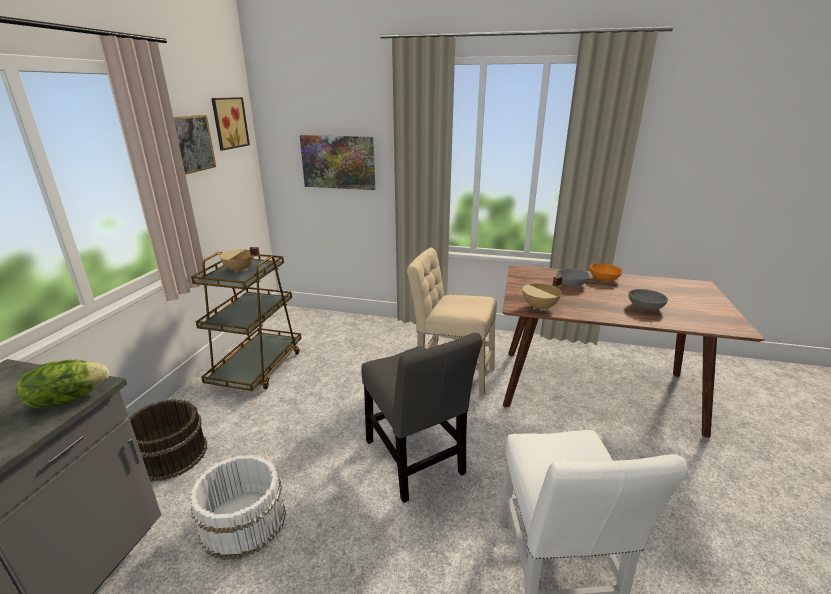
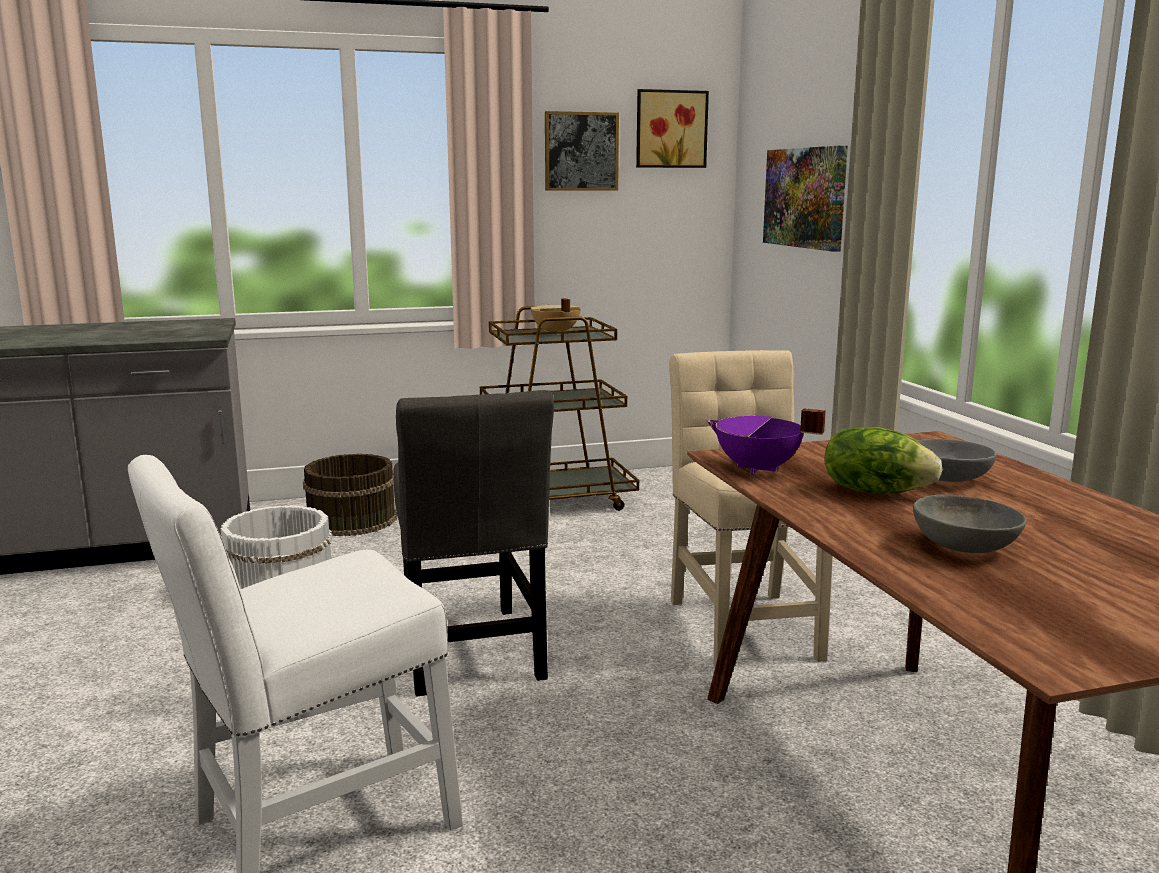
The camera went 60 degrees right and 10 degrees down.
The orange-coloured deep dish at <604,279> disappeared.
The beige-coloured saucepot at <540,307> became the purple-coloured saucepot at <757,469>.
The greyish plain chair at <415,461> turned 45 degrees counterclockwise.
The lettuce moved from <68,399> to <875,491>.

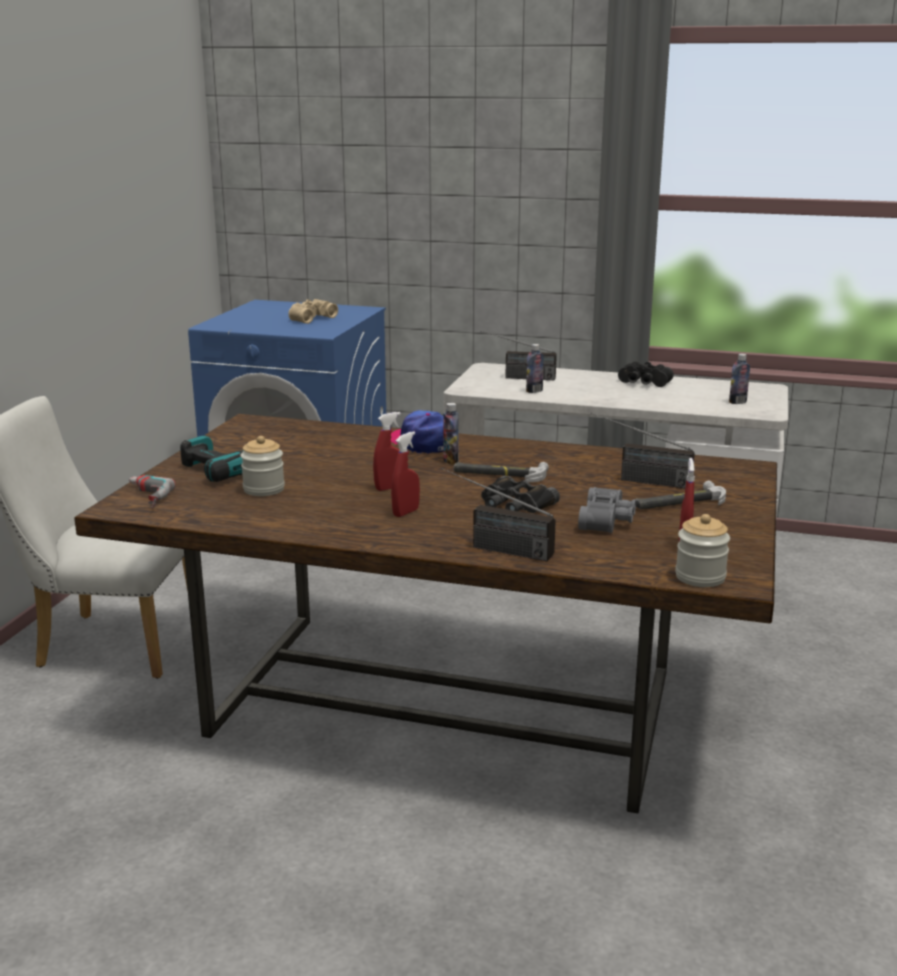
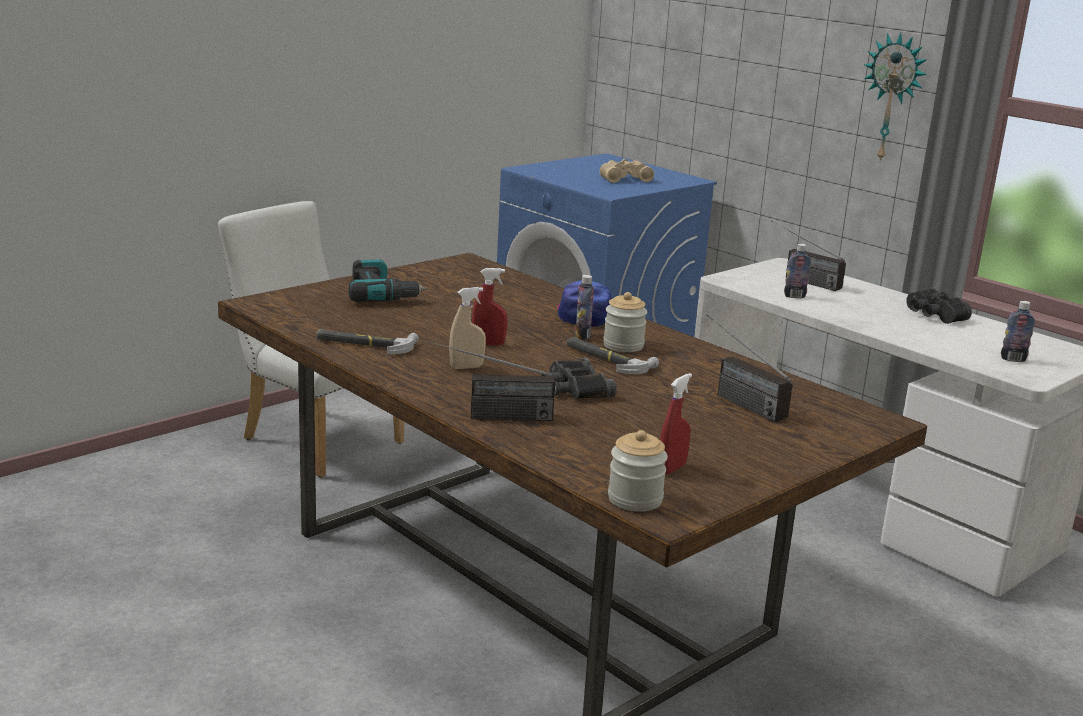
The camera went 30 degrees right and 0 degrees up.
The red-coloured sprayer at <406,512> became the beige-coloured sprayer at <466,367>.
The jar moved from <264,489> to <623,345>.
The radio set at <492,547> turned 60 degrees counterclockwise.
The power drill at <142,498> disappeared.
The tool hammer moved from <679,502> to <365,344>.
The greyish binoculars at <608,521> disappeared.
The clock on the wall at <893,98> appeared.

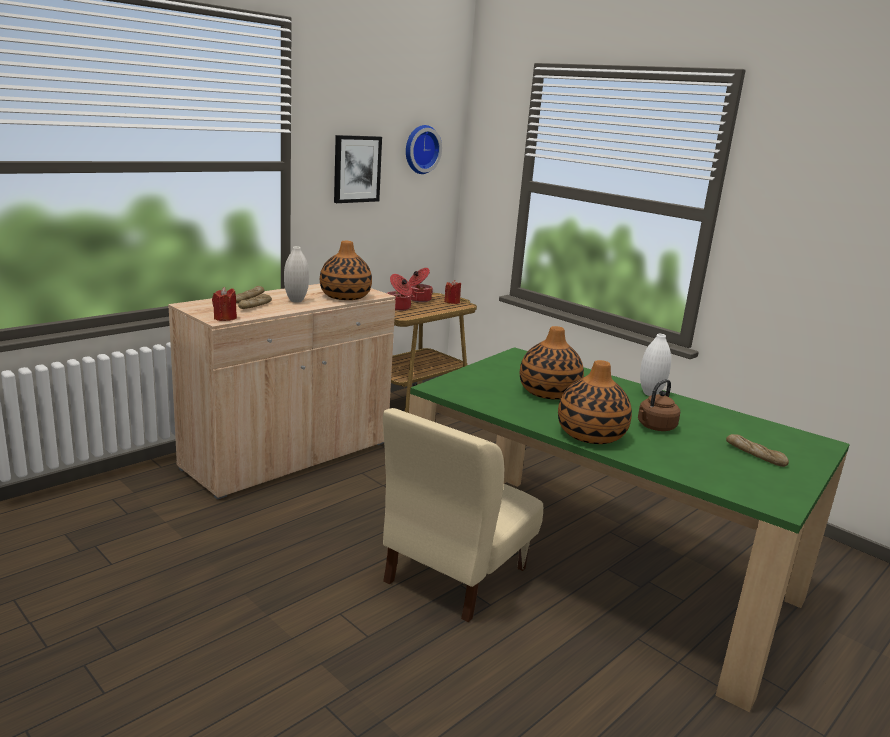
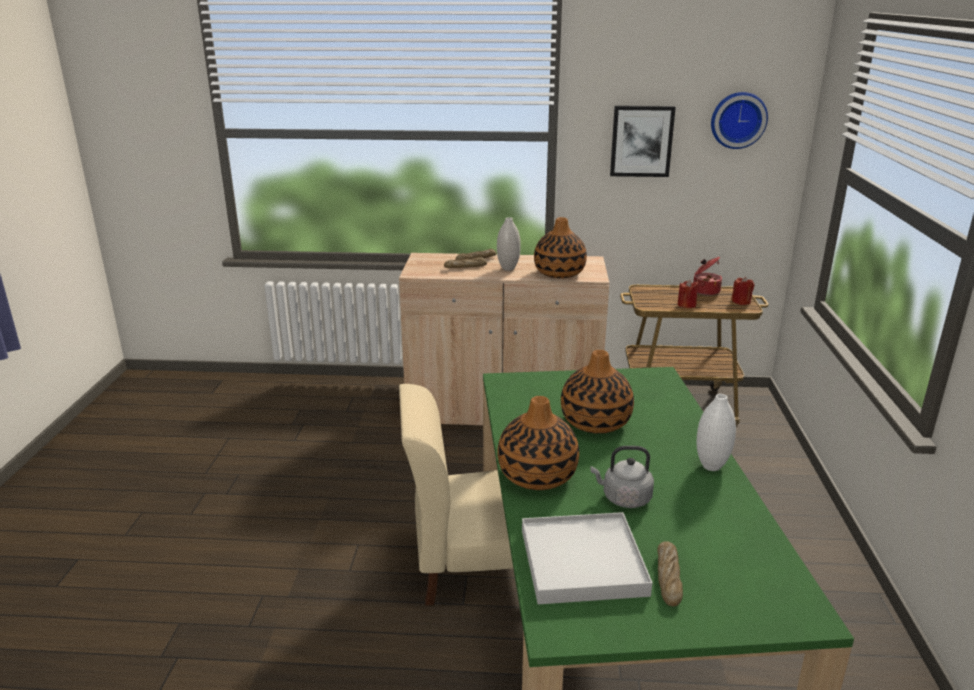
The camera went 50 degrees right and 5 degrees up.
The saucepot at <398,308> disappeared.
The red-coloured candle moved from <225,318> to <686,305>.
The brown-coloured water kettle at <655,427> became the greyish water kettle at <624,498>.
The white carrying tray at <583,562> appeared.

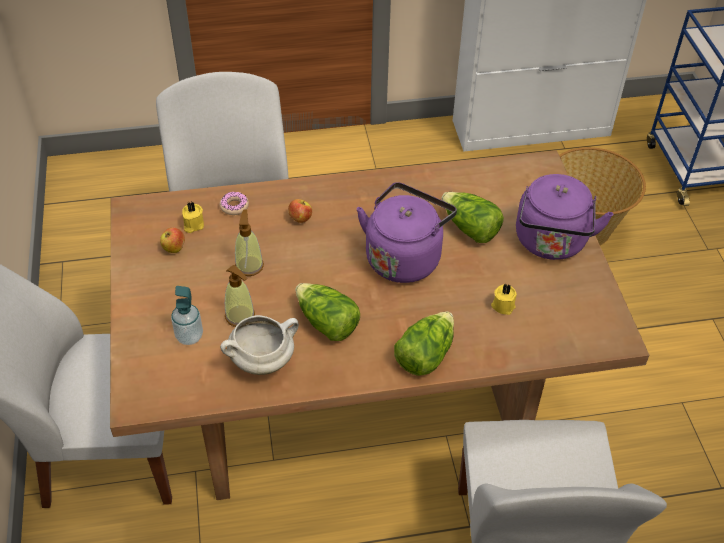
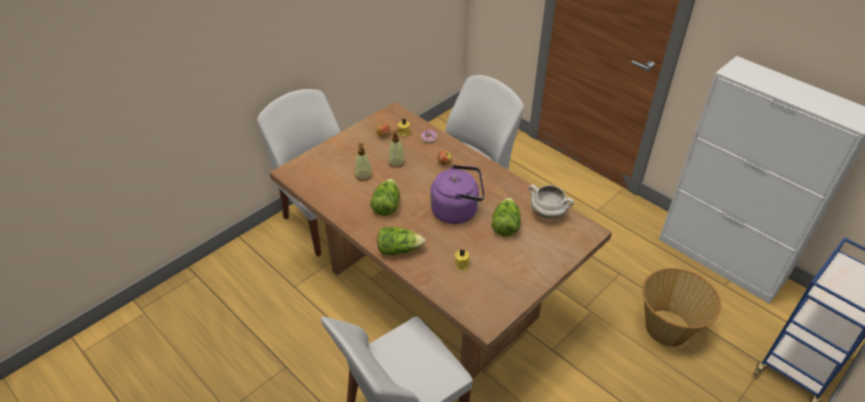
The camera went 55 degrees right and 5 degrees down.
The purple-coloured water kettle at <551,243> disappeared.
The liquid soap bottle at <189,336> disappeared.
The white saucepot moved from <262,360> to <548,212>.

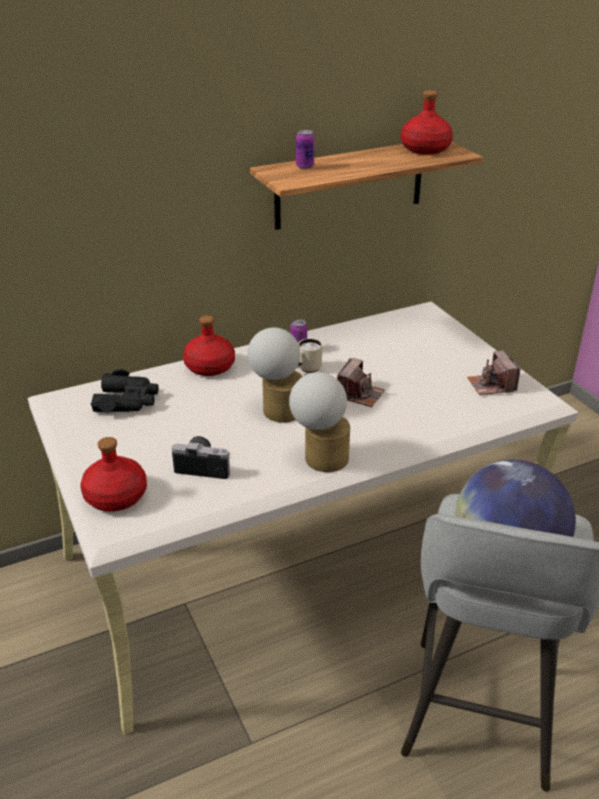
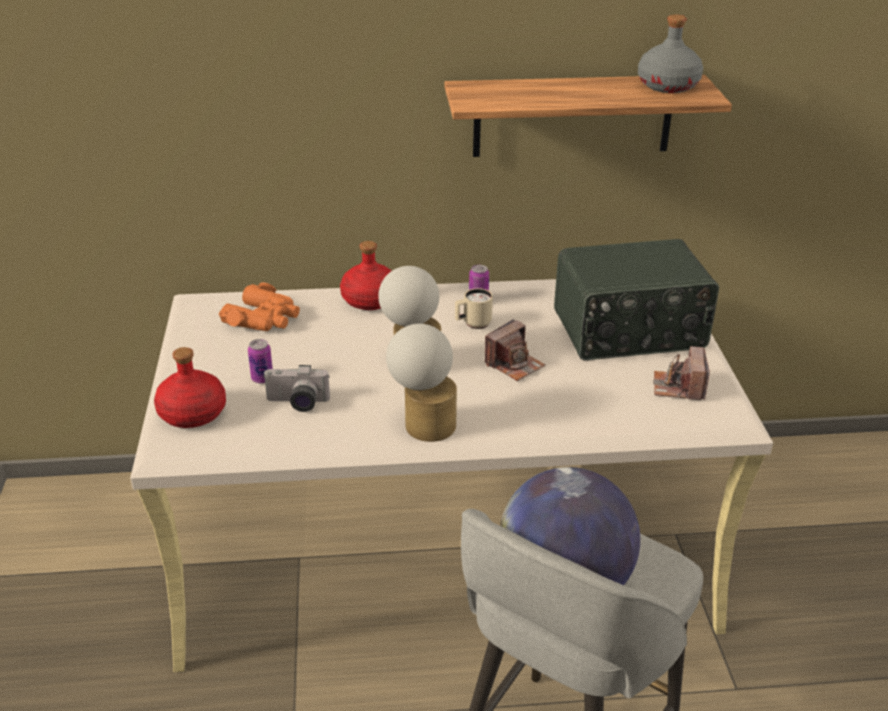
The camera went 20 degrees right and 0 degrees up.
The red-coloured bottle at <425,149> became the greyish bottle at <668,86>.
The metal can moved from <305,166> to <262,378>.
The black binoculars at <127,401> became the orange-coloured binoculars at <263,318>.
The still camera at <204,466> turned 150 degrees clockwise.
The radio set at <629,331> appeared.

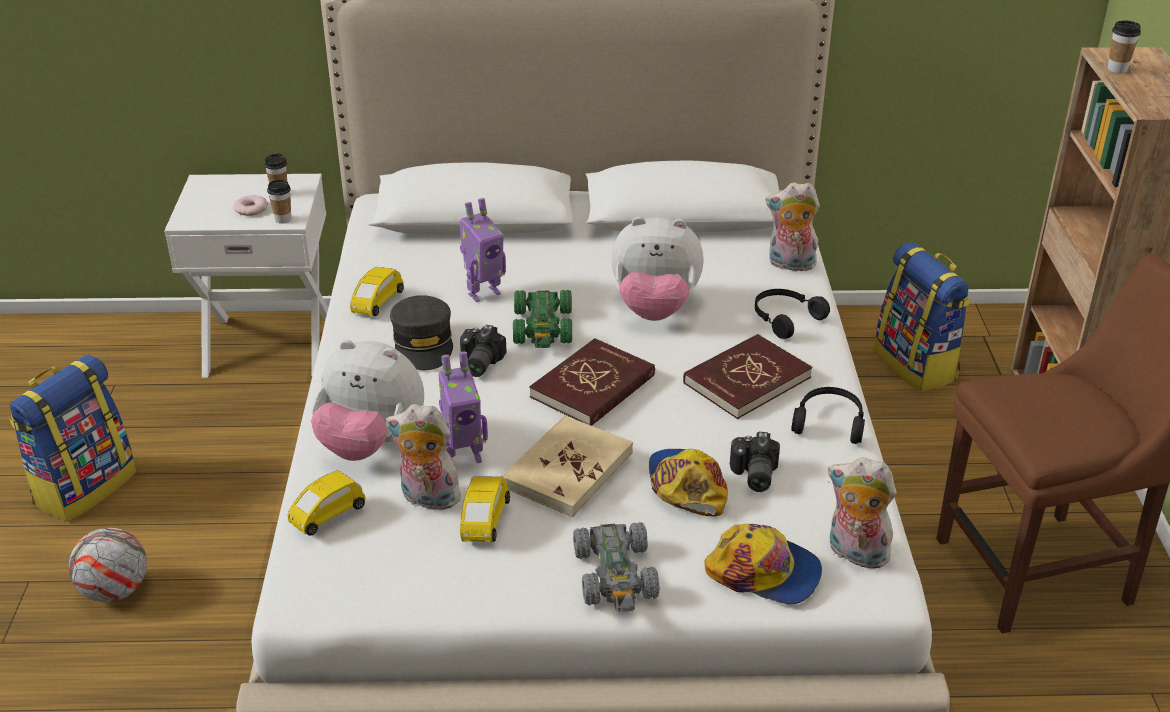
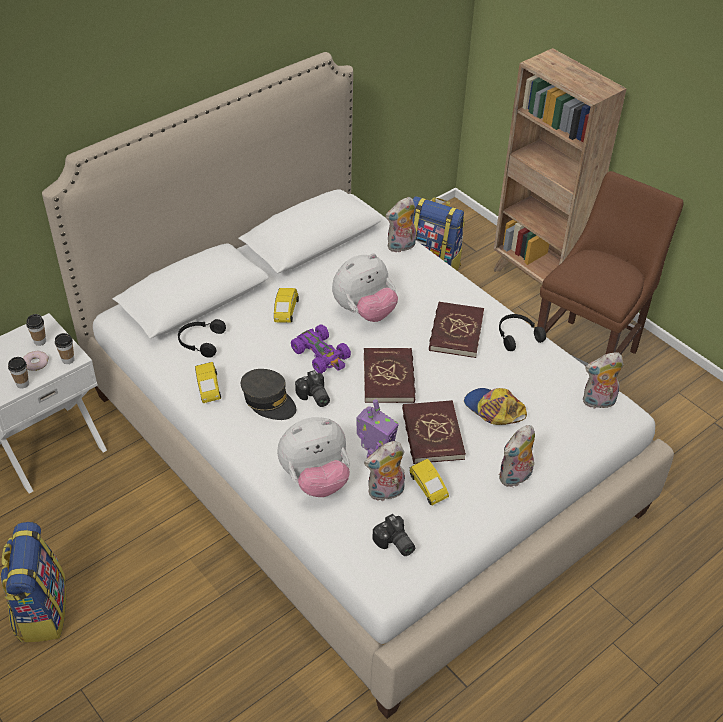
The camera went 40 degrees left and 10 degrees up.
The cup moved from <1117,69> to <22,384>.
The robot figure at <483,293> disappeared.
The black pair of headphones moved from <784,318> to <200,342>.
The green-coloured miniature car at <543,327> became the purple-coloured miniature car at <321,355>.
The beige-coloured book at <567,470> became the red-coloured book at <432,434>.
The still camera moved from <752,475> to <394,544>.
The yellow-coloured miniature car moved from <327,515> to <285,312>.
The greyish miniature car at <616,575> was replaced by the plush toy at <515,478>.
The baseball cap at <764,572> disappeared.
The football at <115,591> disappeared.

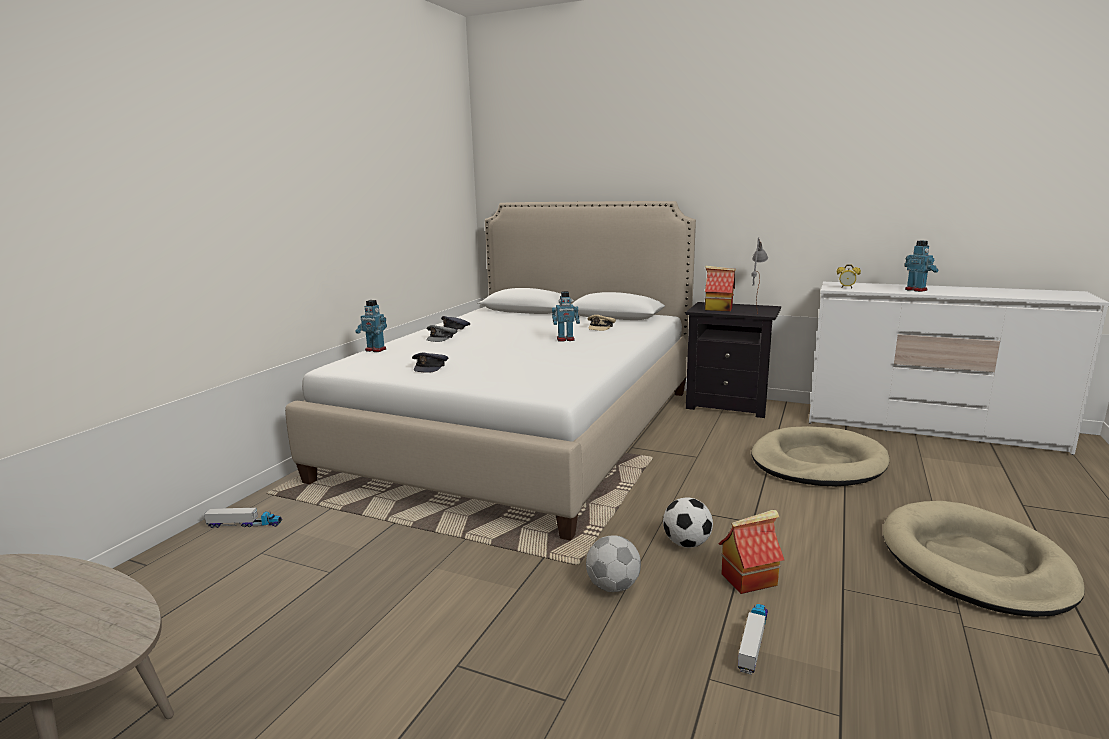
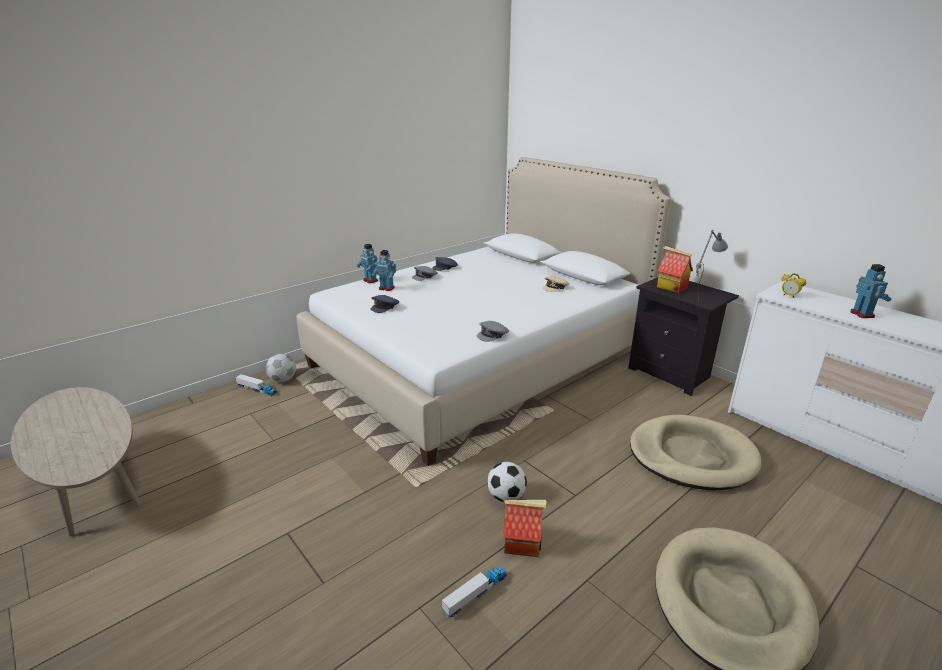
The camera went 25 degrees right and 10 degrees up.
The robot figure moved from <565,339> to <386,288>.
The football moved from <612,586> to <283,379>.
The greyish baseball cap at <493,335> appeared.

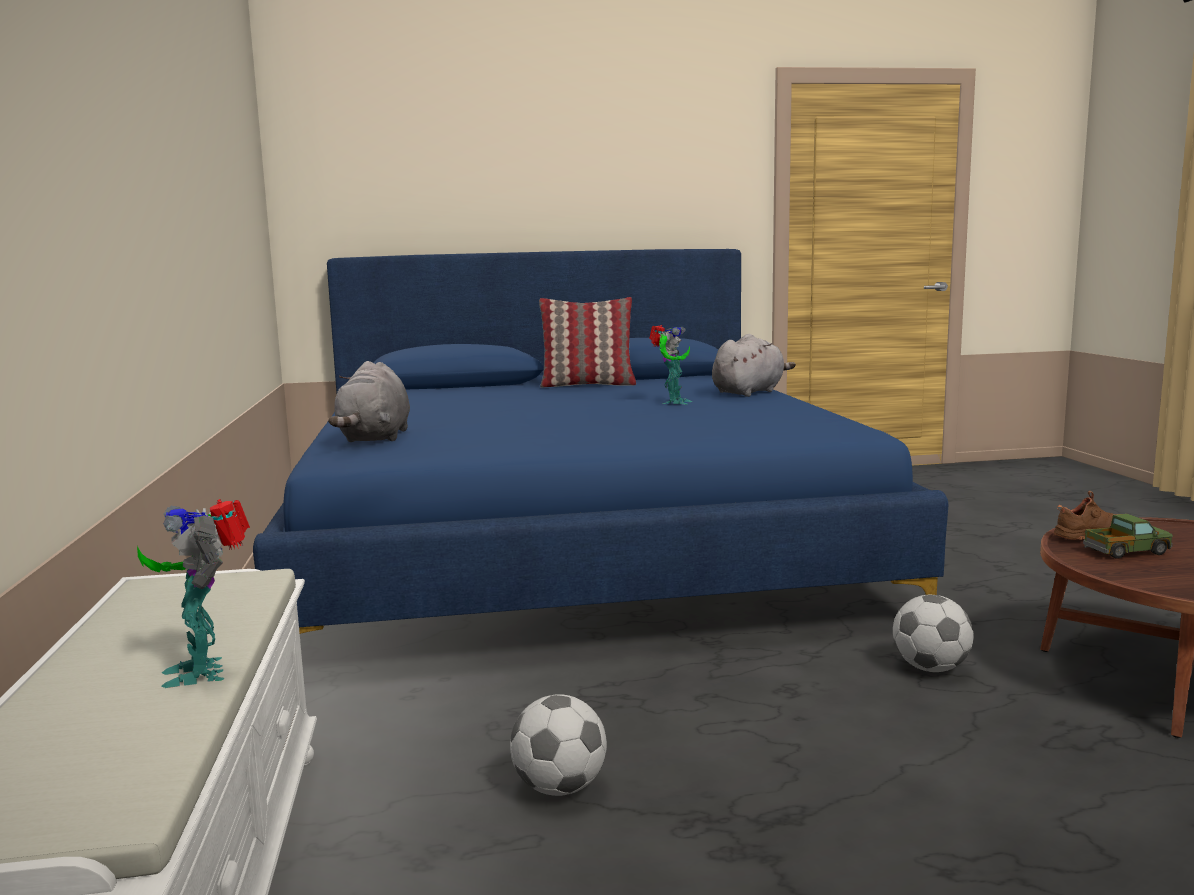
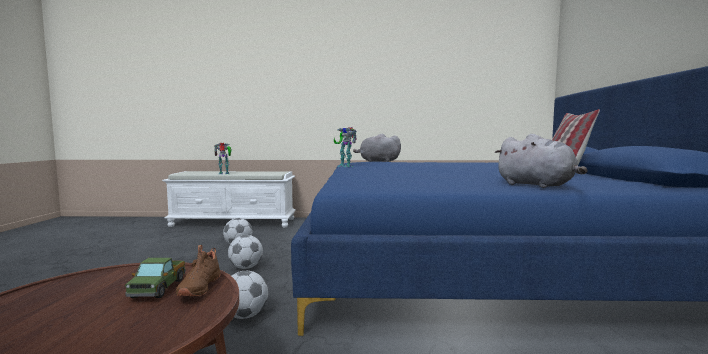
The camera went 100 degrees right and 5 degrees down.
The robot figure moved from <673,402> to <345,166>.
The football at <246,267> appeared.

